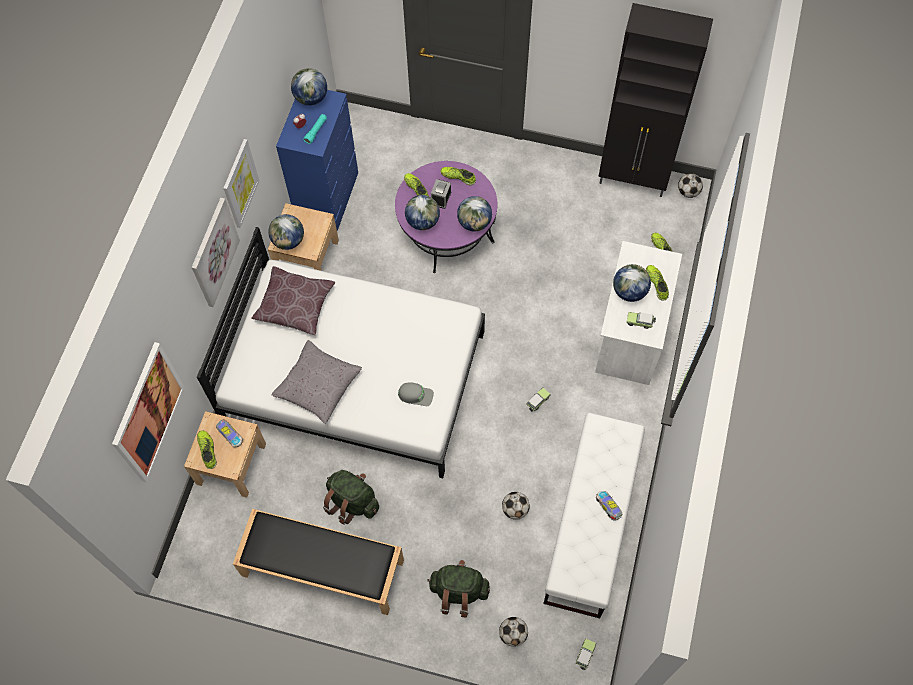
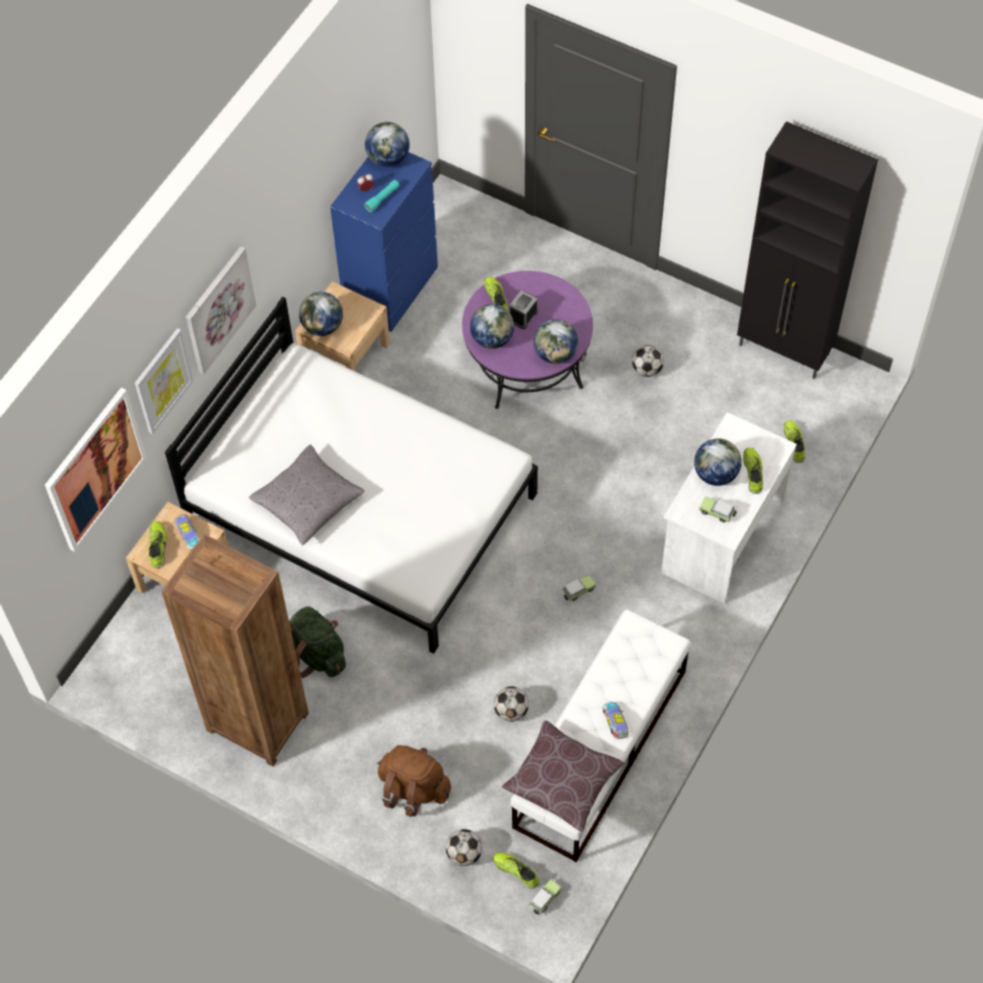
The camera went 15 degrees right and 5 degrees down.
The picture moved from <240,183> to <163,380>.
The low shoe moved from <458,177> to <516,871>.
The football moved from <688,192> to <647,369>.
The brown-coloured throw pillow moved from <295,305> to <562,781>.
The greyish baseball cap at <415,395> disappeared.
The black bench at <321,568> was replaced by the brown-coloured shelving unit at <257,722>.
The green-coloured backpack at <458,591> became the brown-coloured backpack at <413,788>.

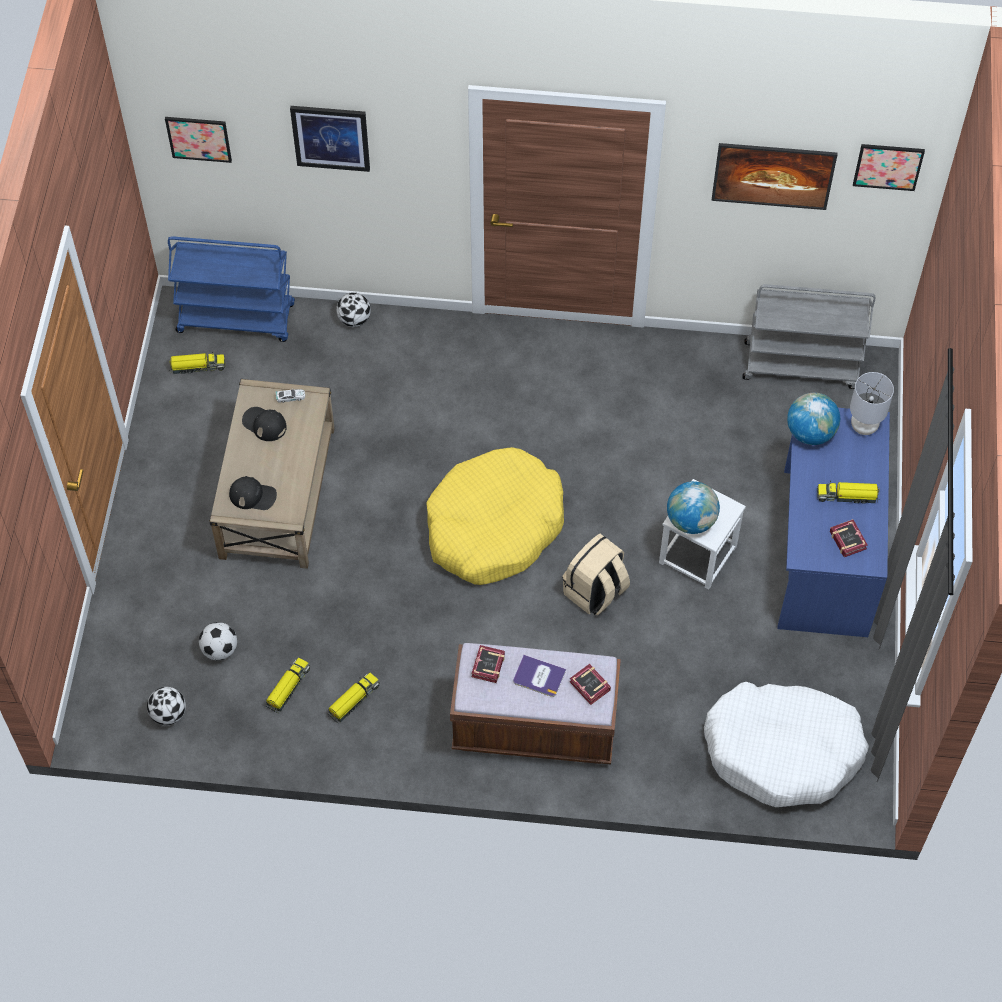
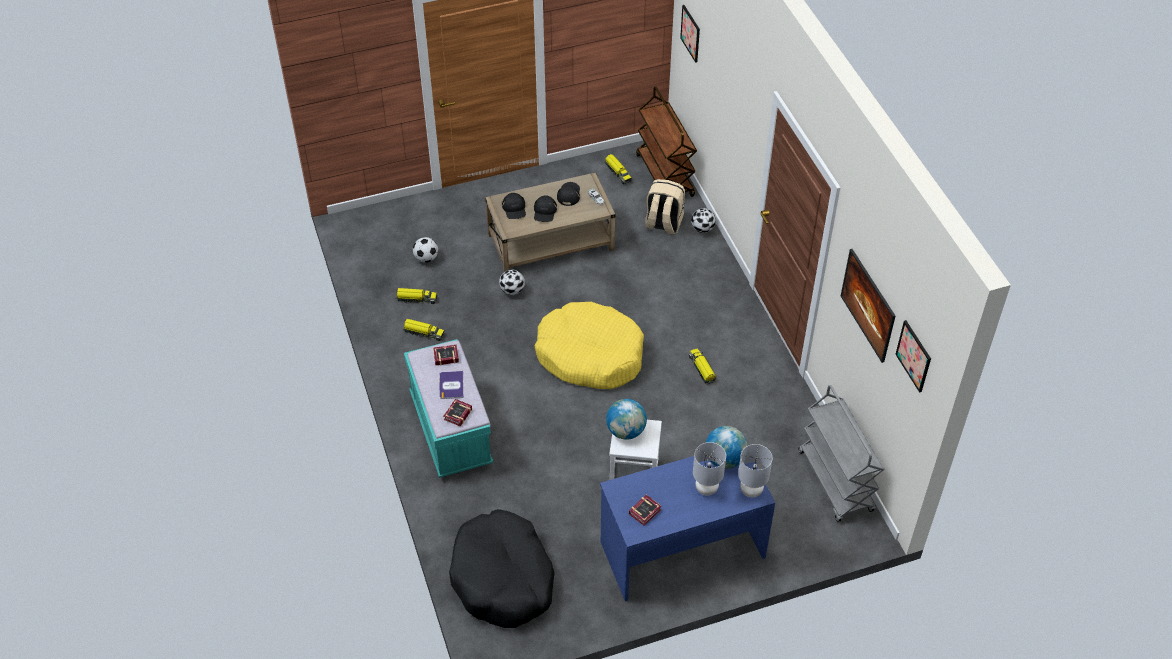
The camera went 65 degrees right and 10 degrees down.
The picture at <331,137> disappeared.
The blue-coloured wheeled cart at <237,318> became the brown-coloured wheeled cart at <665,176>.
The toy lorry moved from <847,496> to <702,369>.
The beige-coloured backpack moved from <595,592> to <663,224>.
The brown-coloured bench at <534,727> became the blue-green bench at <450,430>.
The white dog cushion at <782,750> became the black dog cushion at <503,578>.
The football moved from <168,714> to <512,290>.
The black baseball cap at <544,211> appeared.
The greyish lamp for a table at <706,488> appeared.

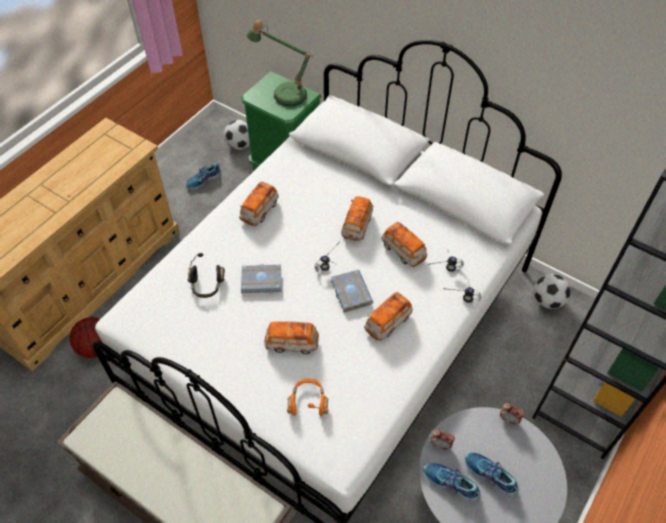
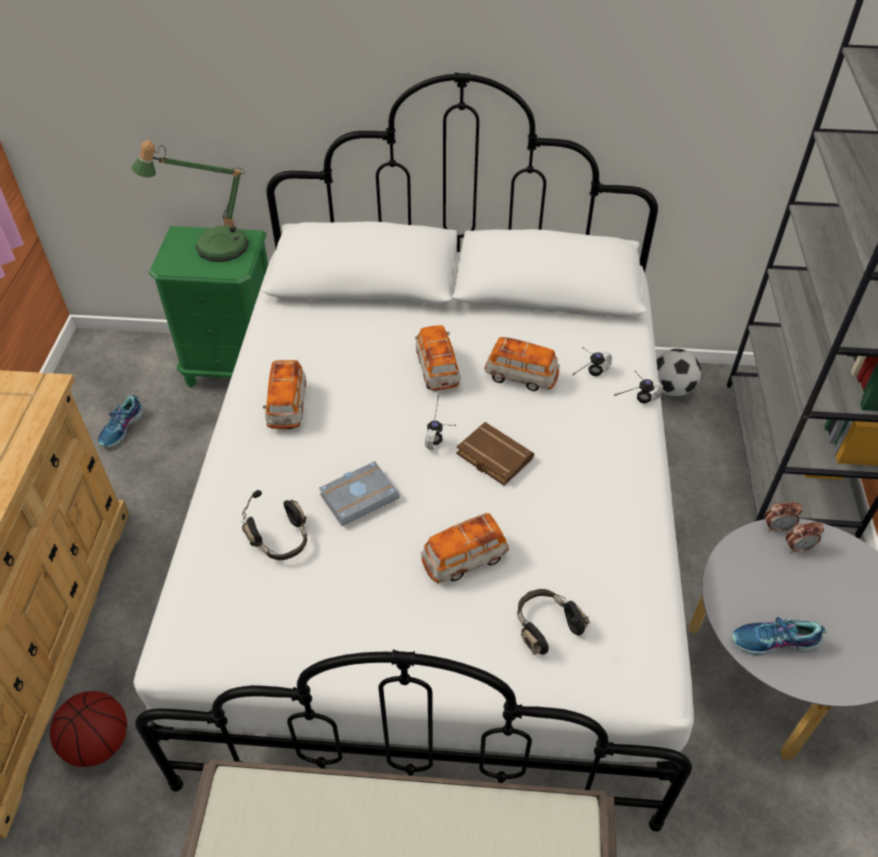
The camera went 30 degrees left and 5 degrees down.
The football at <240,145> disappeared.
The greyish book at <349,292> became the brown-coloured book at <492,457>.
The miniature car at <388,322> disappeared.
The orange-coloured pair of headphones at <308,402> became the black pair of headphones at <546,626>.
The alarm clock moved from <440,445> to <798,548>.
The low shoe at <490,475> disappeared.

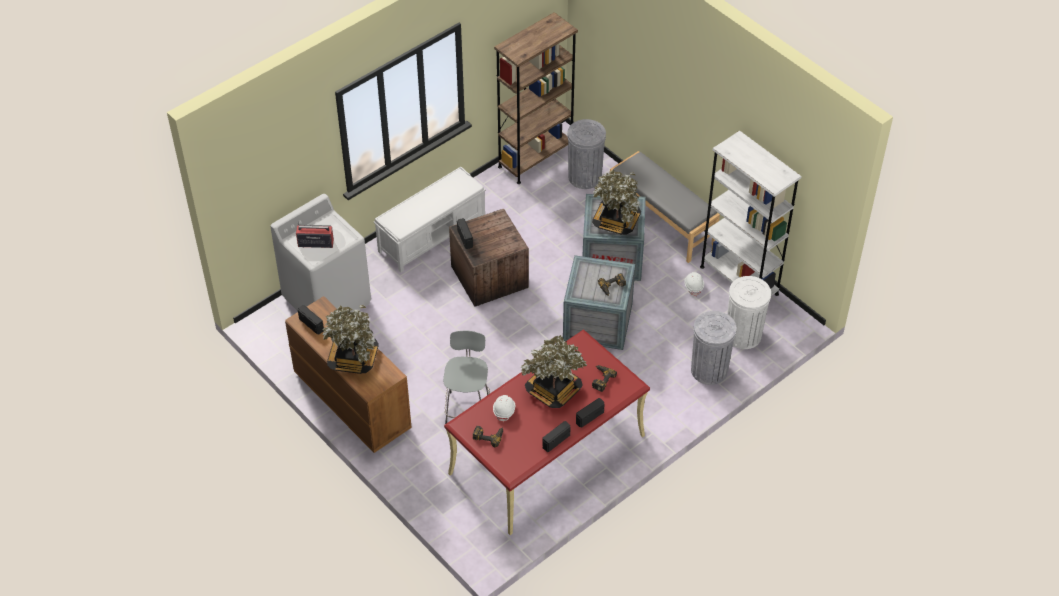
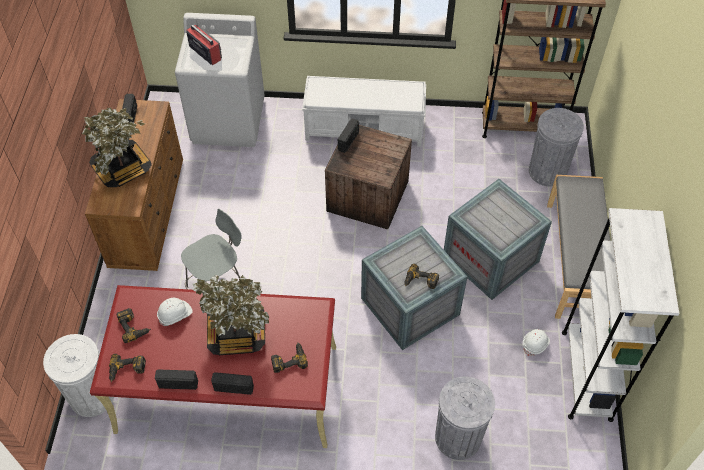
The camera went 45 degrees right and 5 degrees up.
The houseplant at <616,221> disappeared.
The white trash can moved from <743,335> to <92,396>.
The power drill at <127,370> appeared.

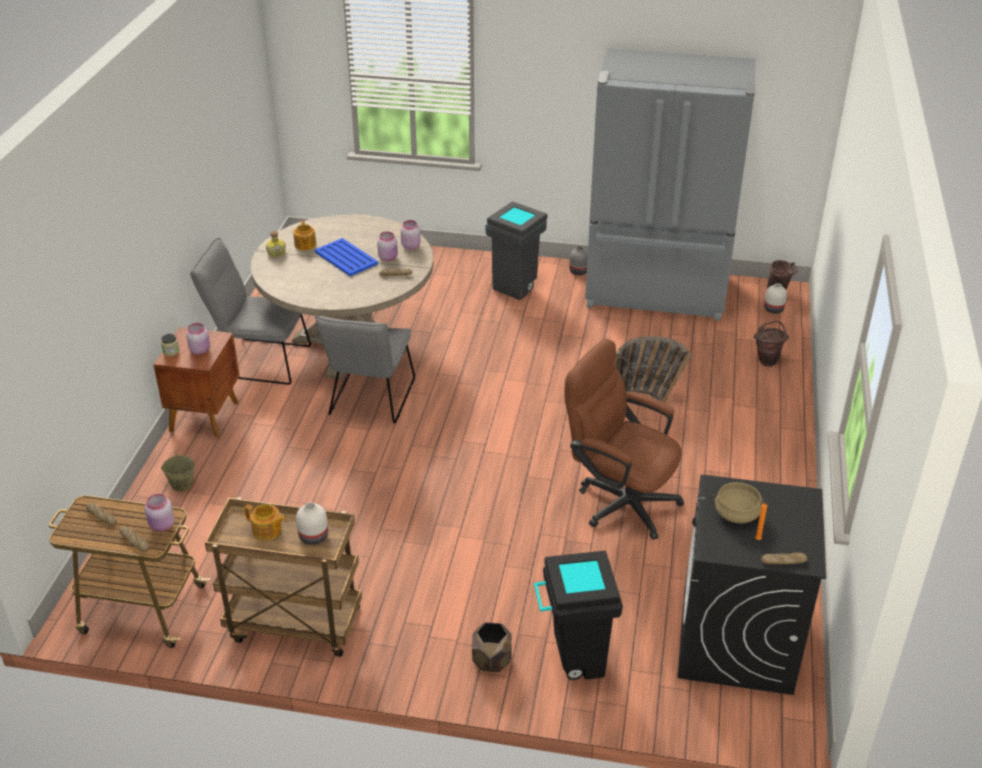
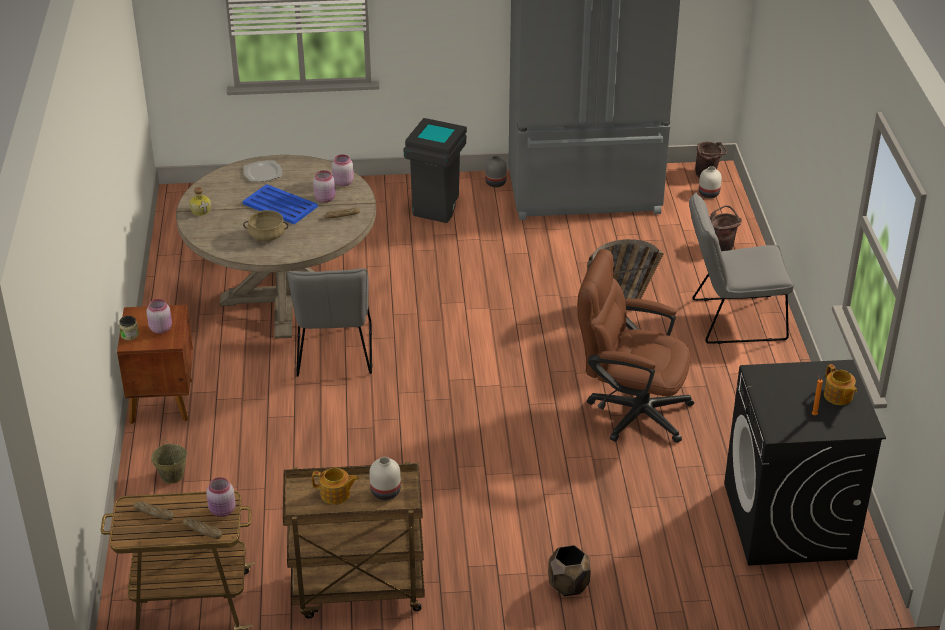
The camera went 15 degrees left and 0 degrees up.
The tea pot moved from <305,245> to <838,396>.
The greyish plain chair moved from <259,360> to <731,320>.
The beige-coloured saucepot moved from <736,514> to <267,236>.
The black trash can at <573,661> disappeared.
The bread at <783,561> disappeared.
The plate at <263,173> appeared.

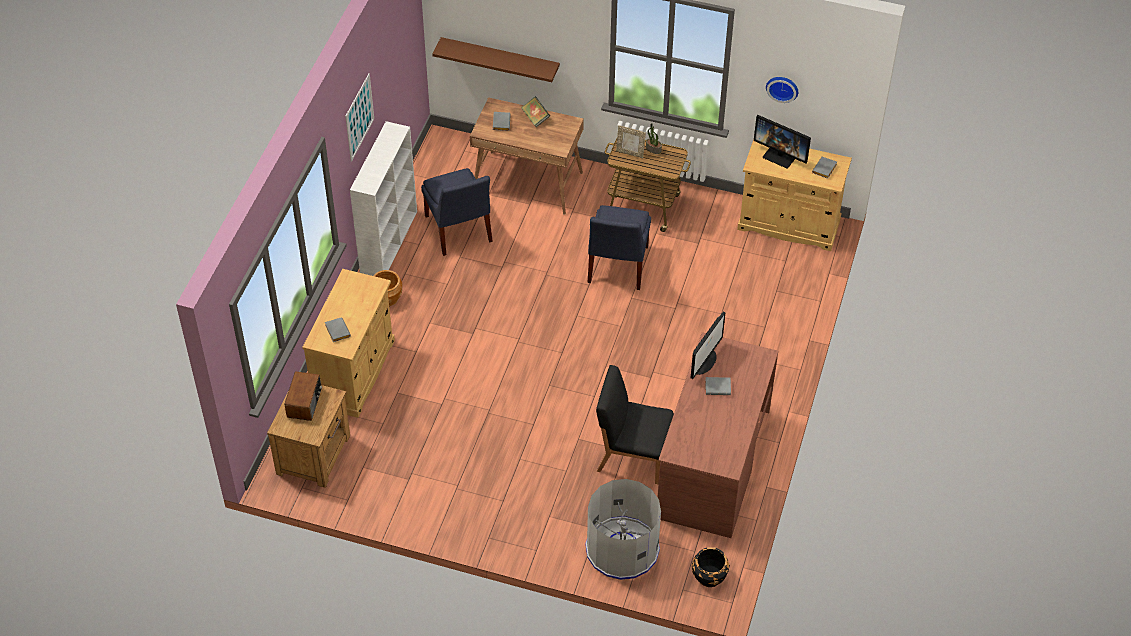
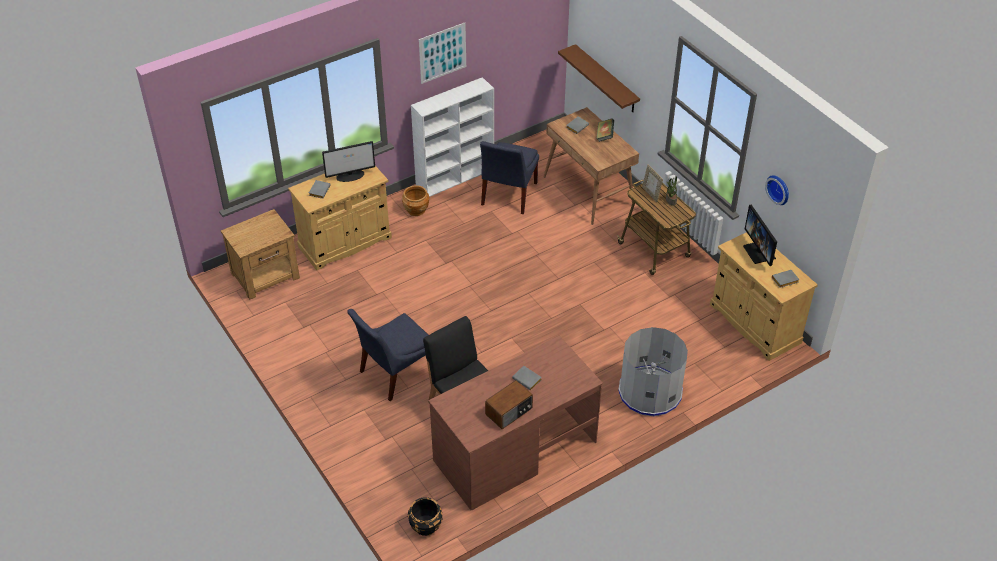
The camera went 40 degrees right and 5 degrees down.
The blue-coloured plain chair moved from <617,267> to <394,373>.
The monitor moved from <704,361> to <350,175>.
The radio set moved from <305,403> to <509,412>.
The greyish trash can moved from <622,549> to <650,392>.

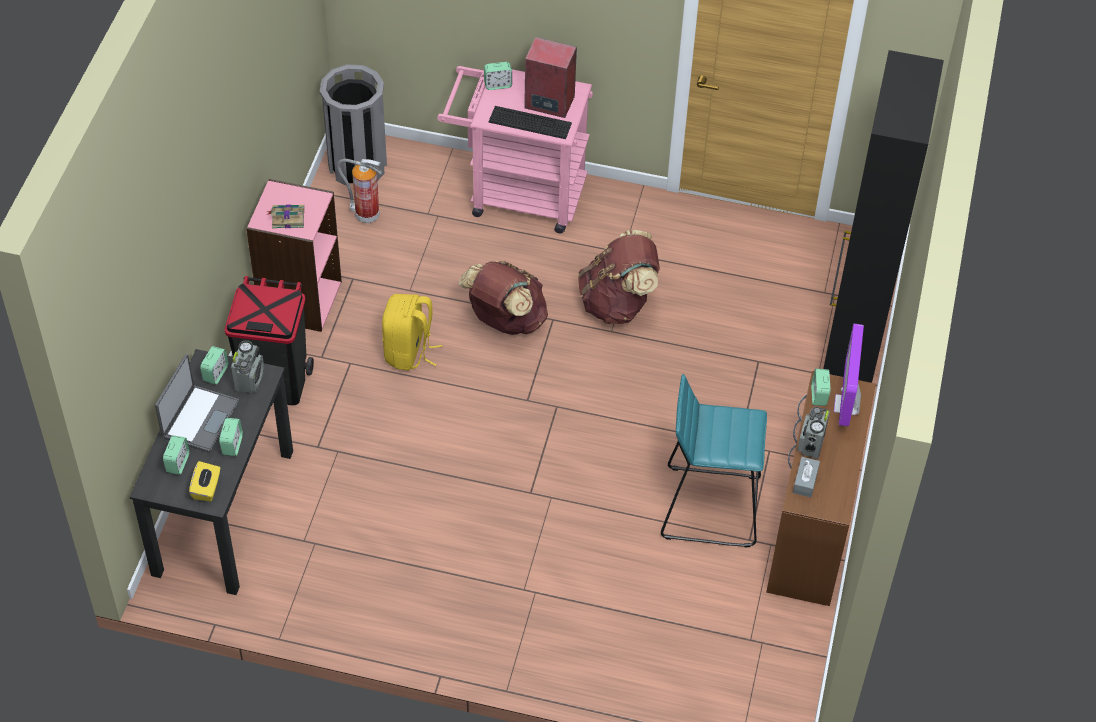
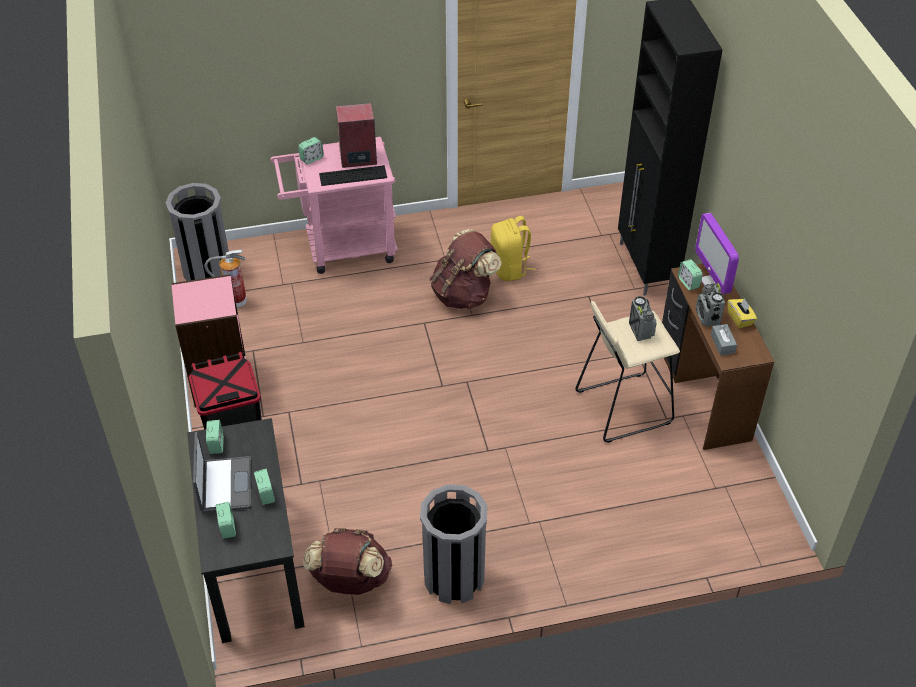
The camera went 25 degrees left and 5 degrees down.
The book at <287,218> disappeared.
The brown-coloured backpack moved from <505,321> to <350,581>.
The yellow-coloured backpack moved from <409,352> to <509,268>.
The radio set moved from <250,380> to <641,330>.
The blue-green stool seat at <709,506> became the beige-coloured stool seat at <622,407>.
The yellow-coloured tissue box moved from <206,489> to <740,319>.
The greyish trash can at <453,578> appeared.

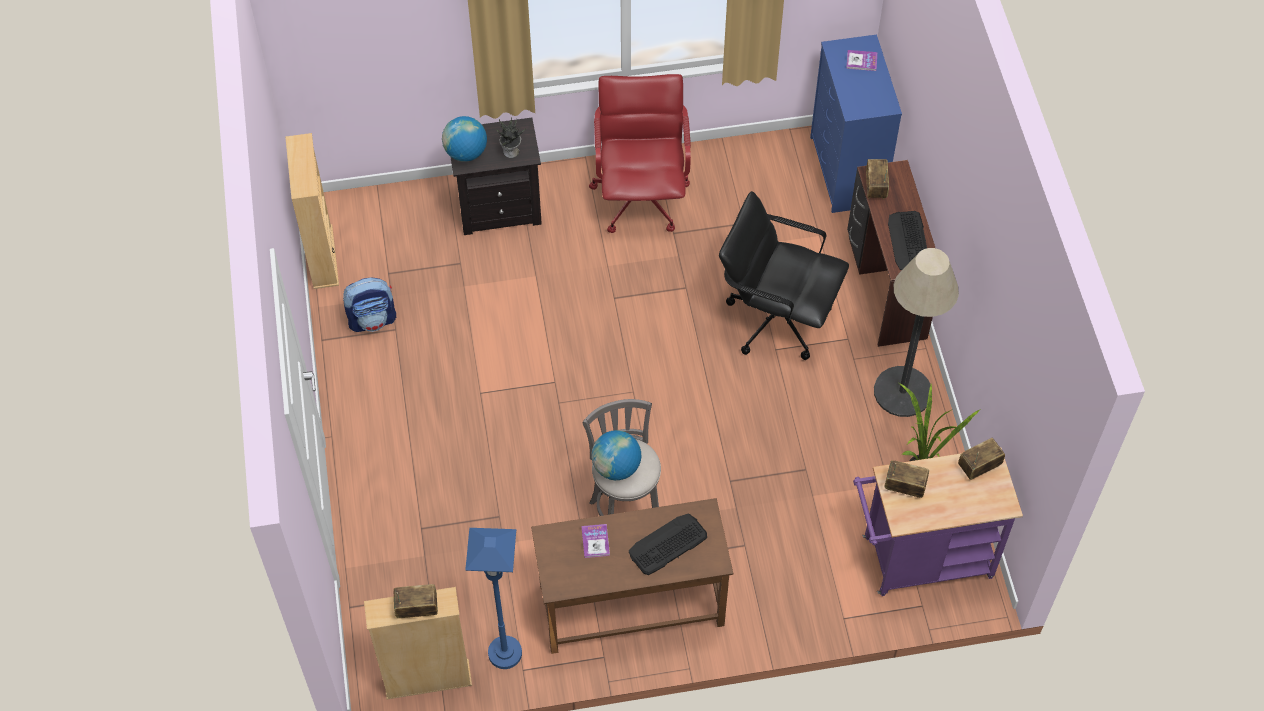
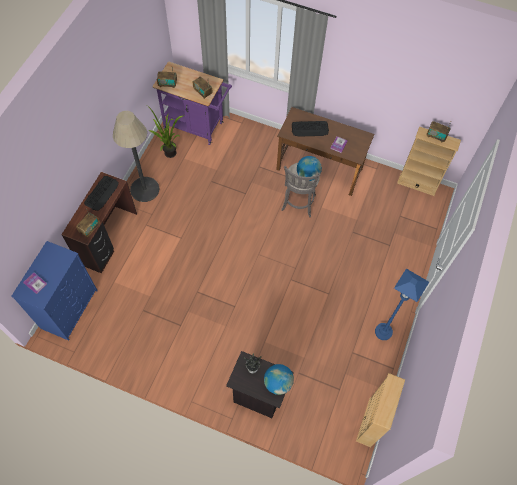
The camera went 150 degrees left and 5 degrees up.
The red-coloured desk chair at <641,197> disappeared.
The black desk chair at <776,318> disappeared.
The backpack at <372,320> disappeared.
The blue-coloured standard lamp moved from <505,653> to <383,332>.

